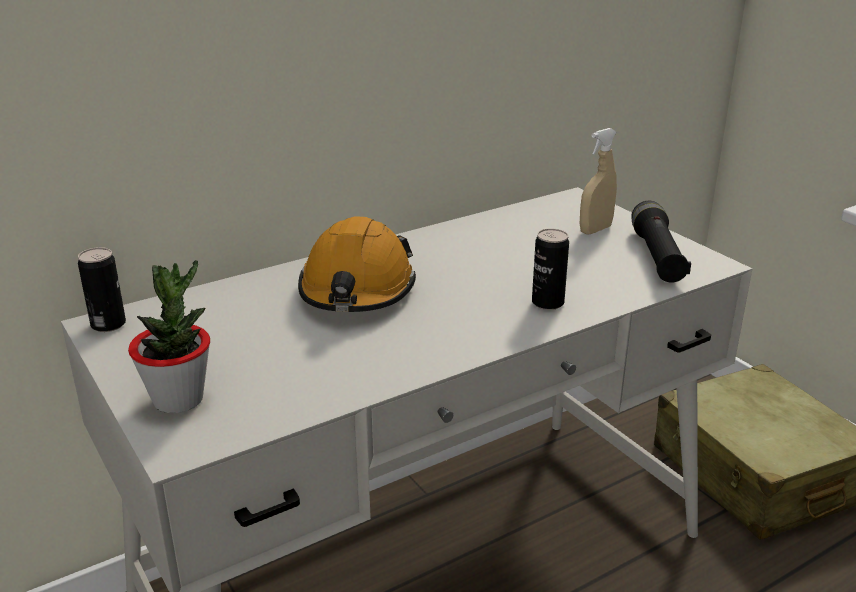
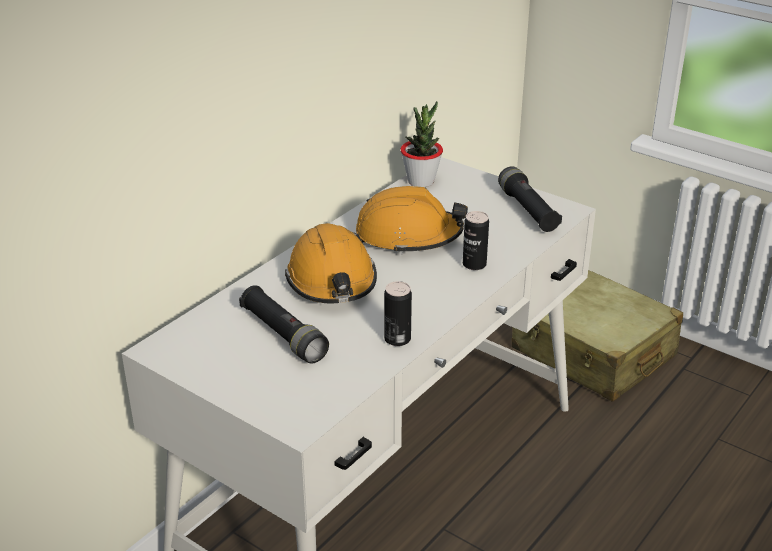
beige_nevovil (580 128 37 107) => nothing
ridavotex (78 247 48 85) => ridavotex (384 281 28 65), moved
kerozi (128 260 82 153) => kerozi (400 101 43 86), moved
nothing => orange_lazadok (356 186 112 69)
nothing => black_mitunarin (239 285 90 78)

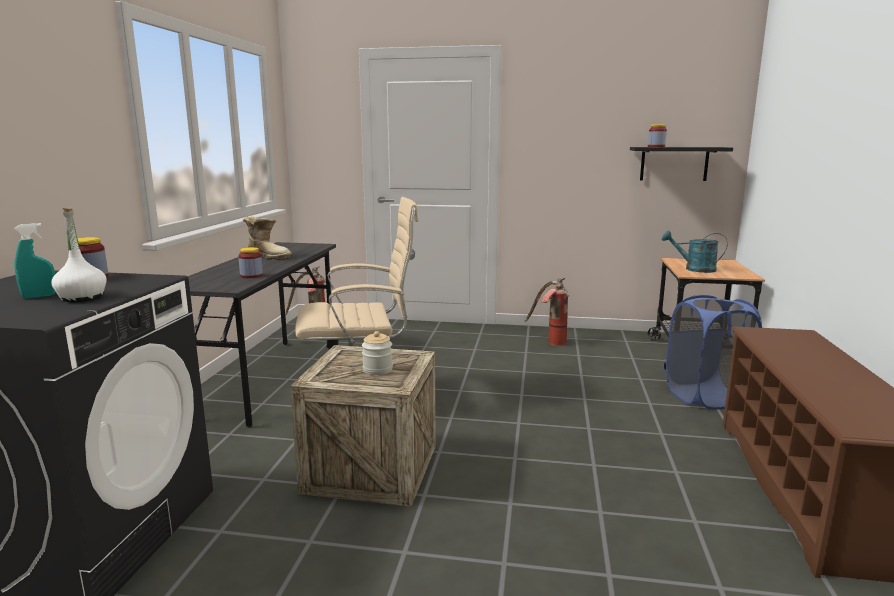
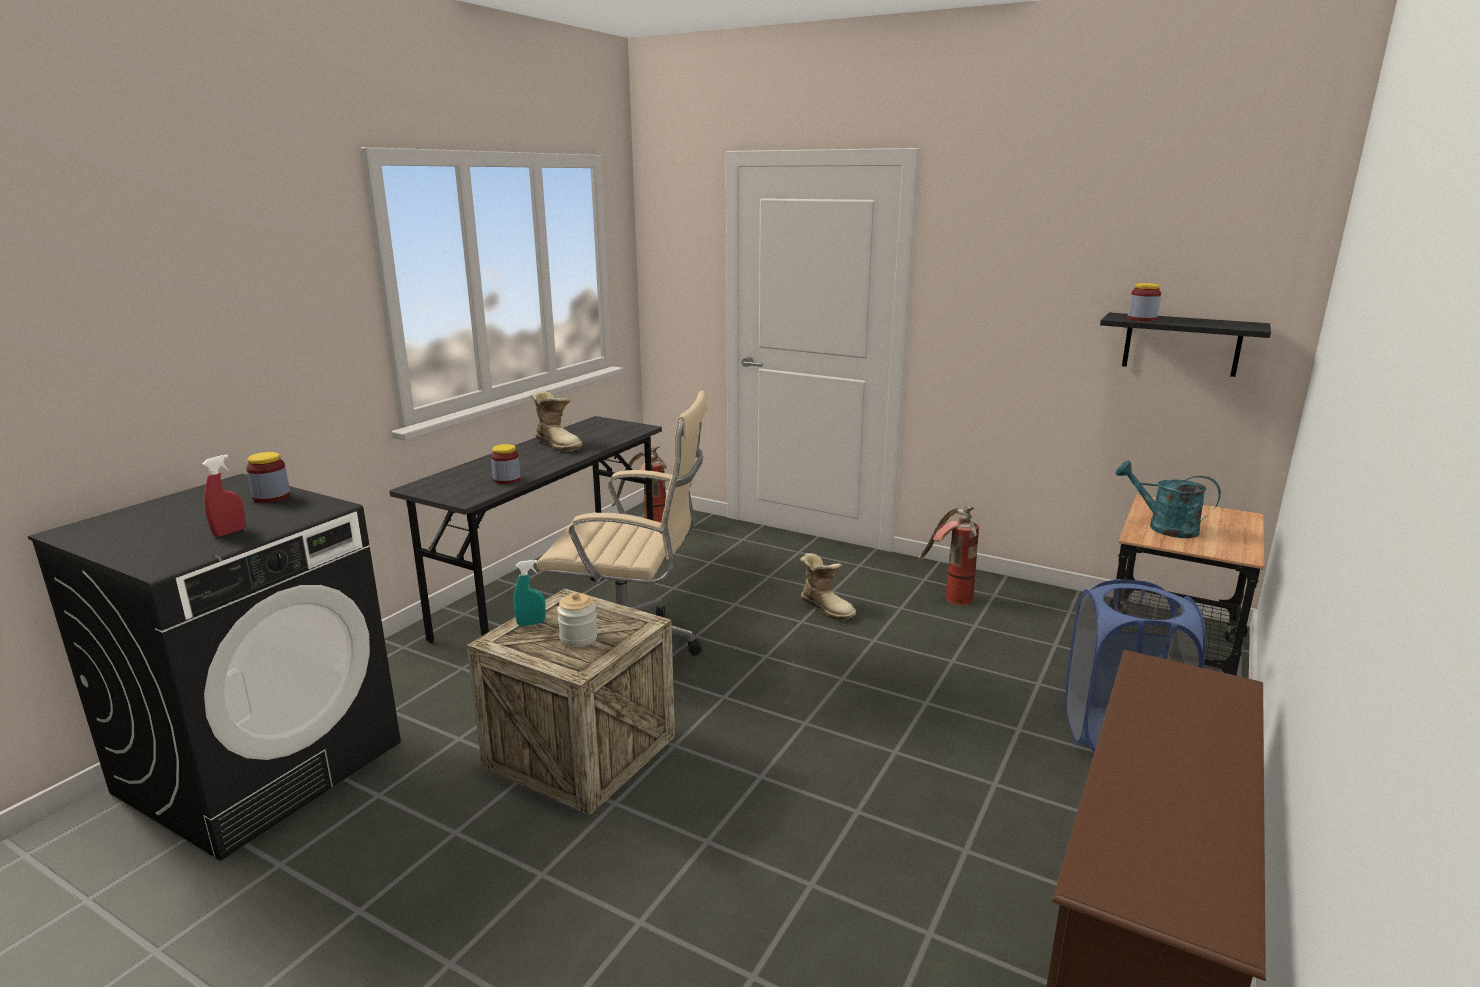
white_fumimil (51 207 56 95) => red_nevovil (202 455 44 82)
turquoise_nevovil (14 223 42 76) => turquoise_nevovil (513 560 33 66), moved
nothing => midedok (800 553 56 69)

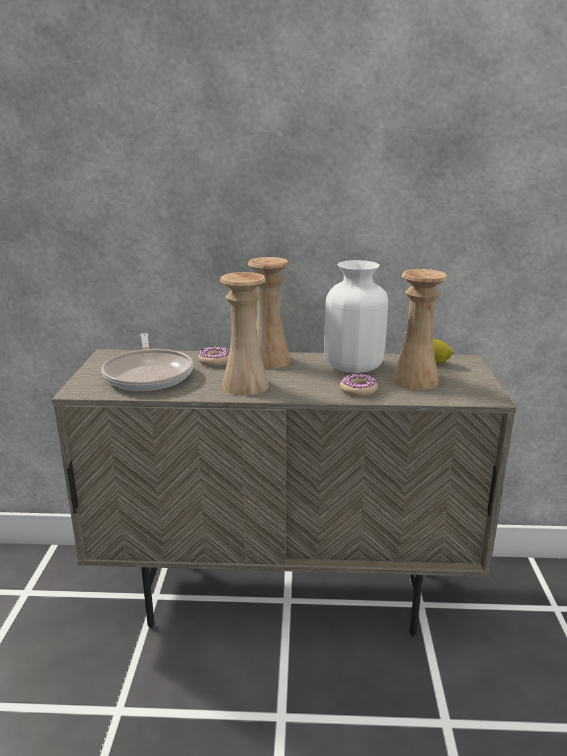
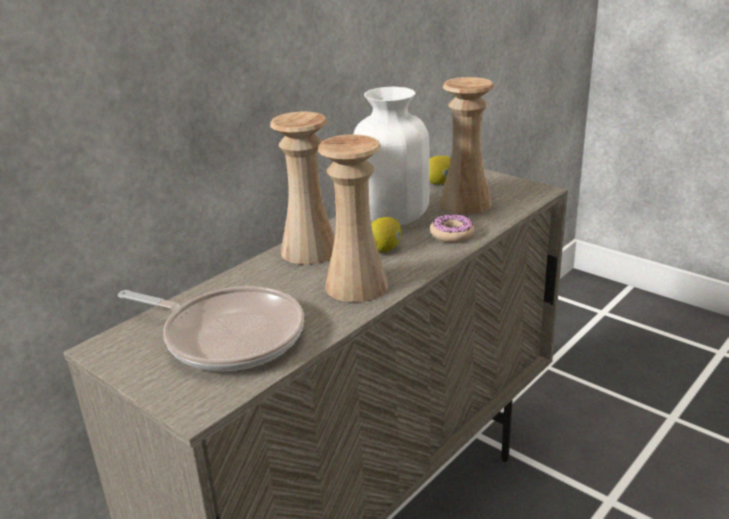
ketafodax (198 346 31 20) => nothing
nothing => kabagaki (371 217 31 36)

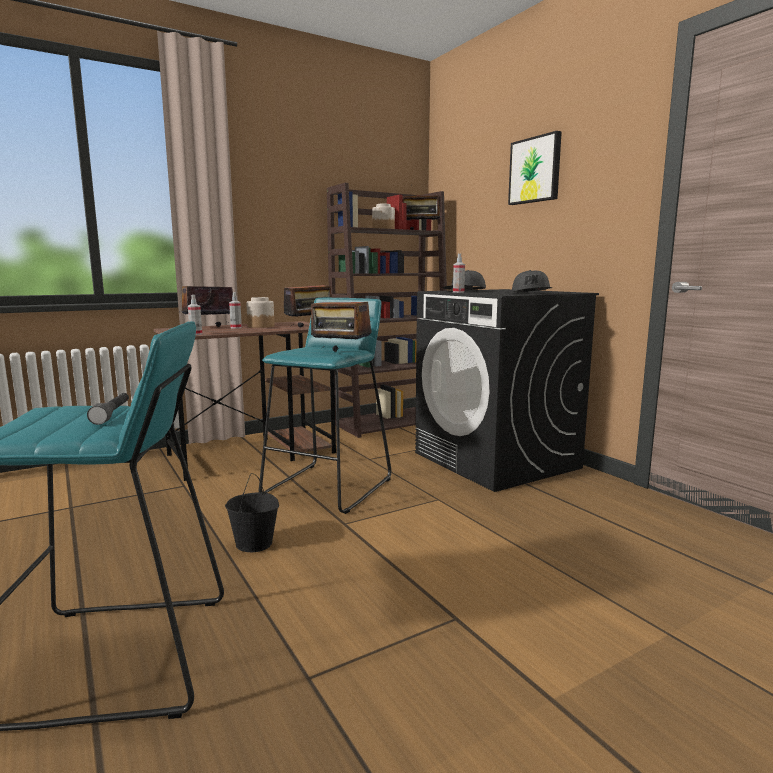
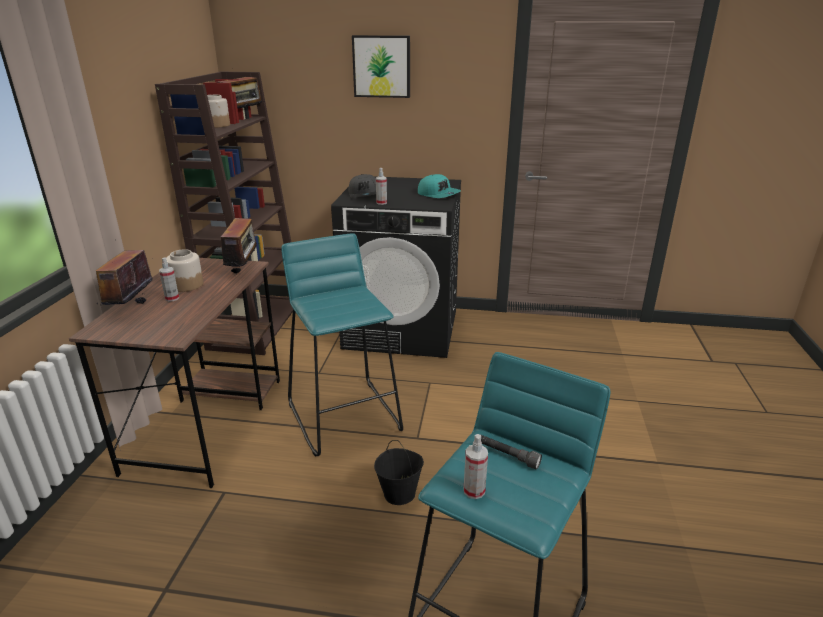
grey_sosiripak (512 270 40 23) => turquoise_sosiripak (418 174 43 24)
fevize (311 287 61 65) => nothing
nevovil (188 295 14 40) => nevovil (464 434 24 65), moved

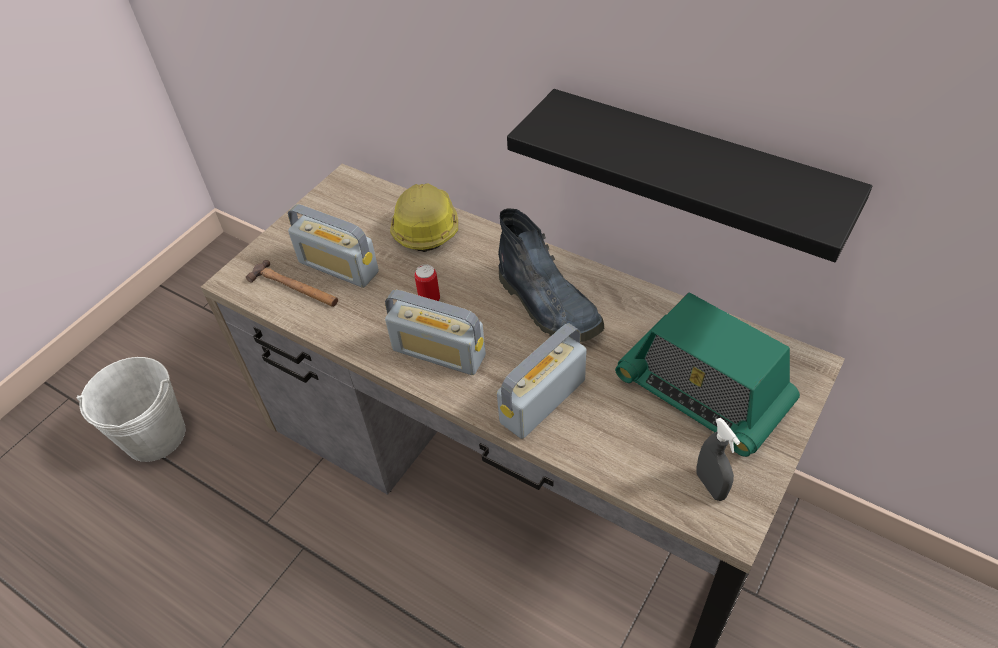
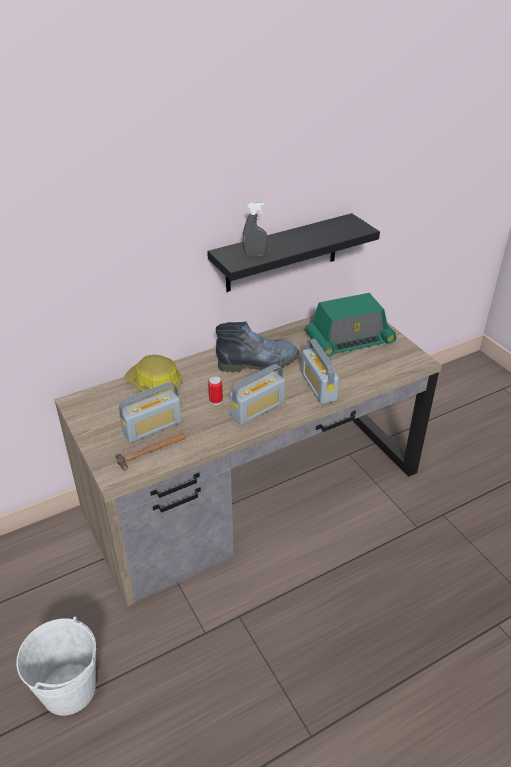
grey_nevovil (696 418 44 83) => grey_nevovil (243 203 25 53), moved

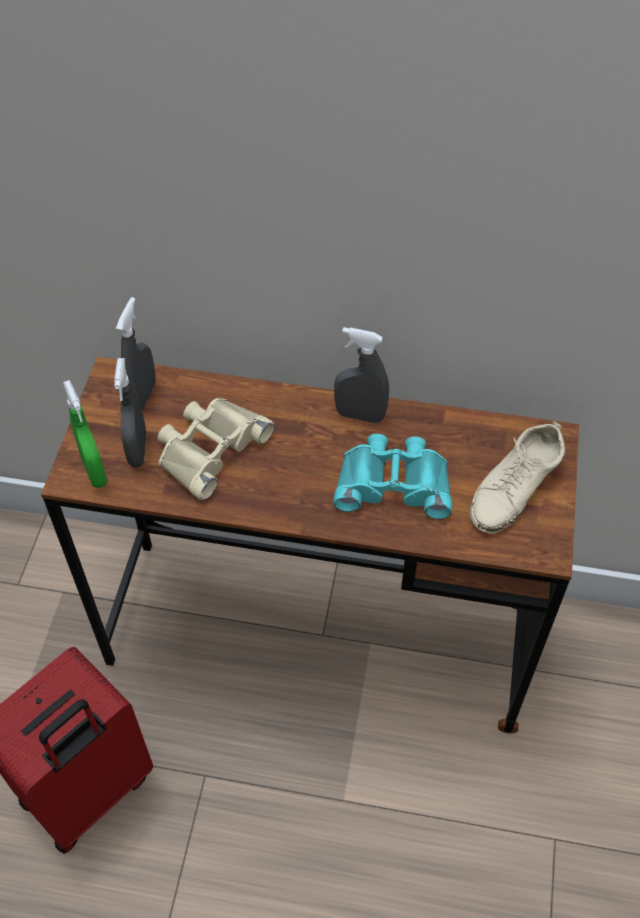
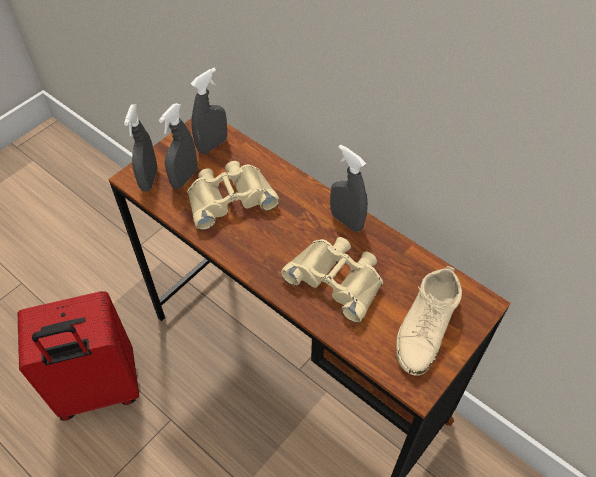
green_nevovil (63 380 44 108) => grey_nevovil (124 104 33 88)
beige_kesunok (470 422 95 112) => beige_kesunok (396 266 66 110), 45 degrees counterclockwise
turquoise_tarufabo (333 434 119 85) => beige_tarufabo (281 237 102 86)

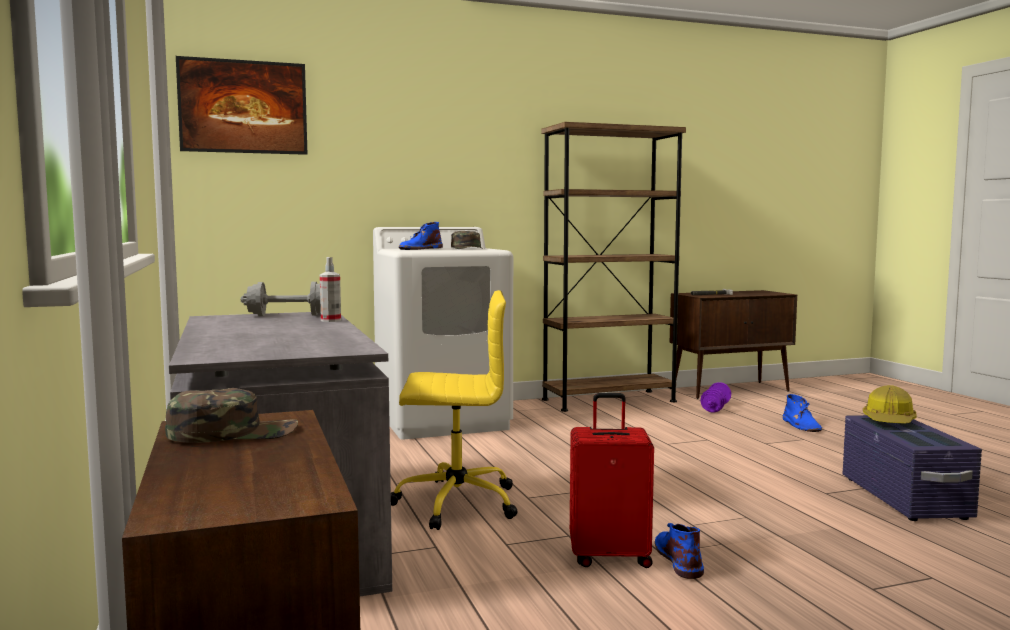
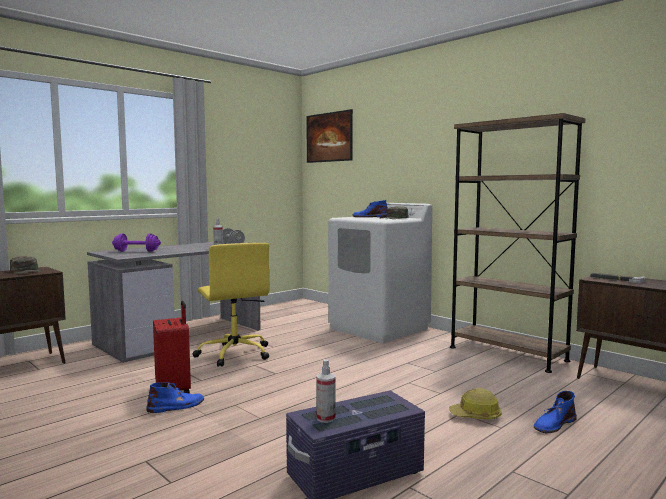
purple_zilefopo (700 382 31 31) => purple_zilefopo (112 234 49 18), moved
lazadok (863 385 54 39) => lazadok (449 388 53 31), moved
nothing => nevovil (316 359 19 64)

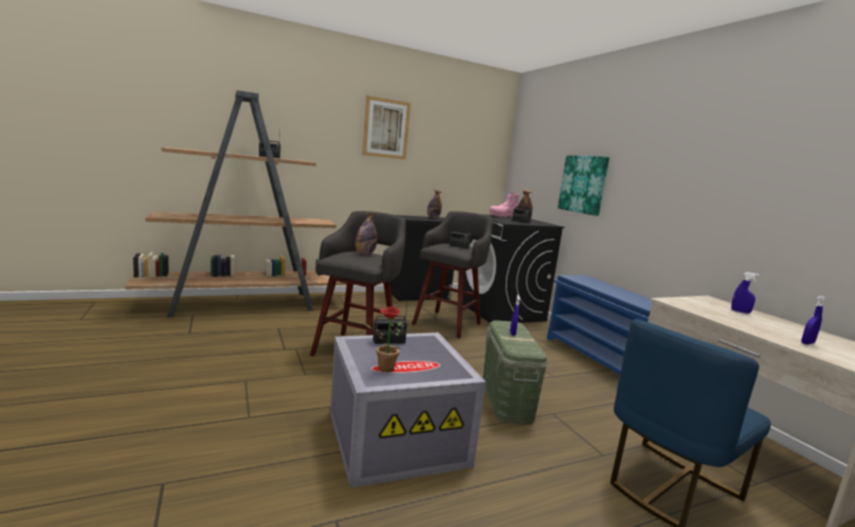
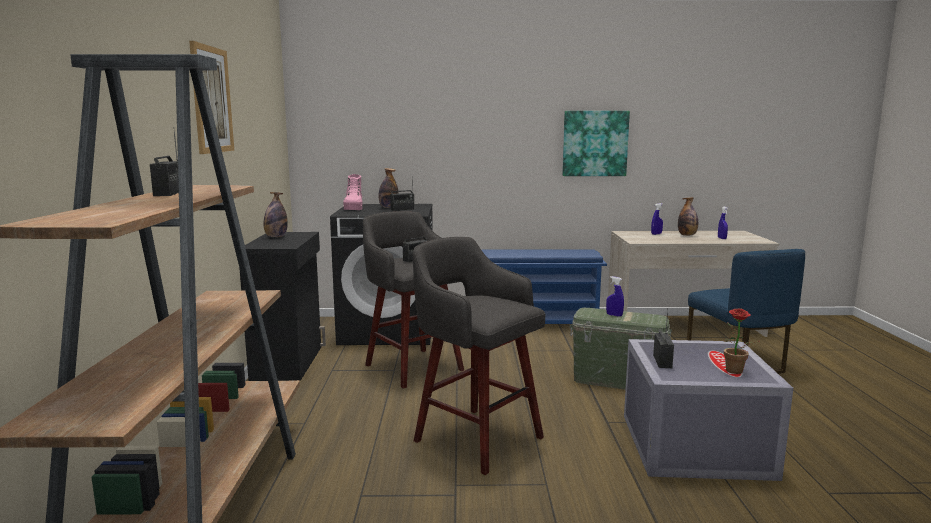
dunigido (558 155 52 61) => dunigido (562 111 68 65), moved
fumimil (355 212 22 42) => fumimil (678 197 20 39), moved

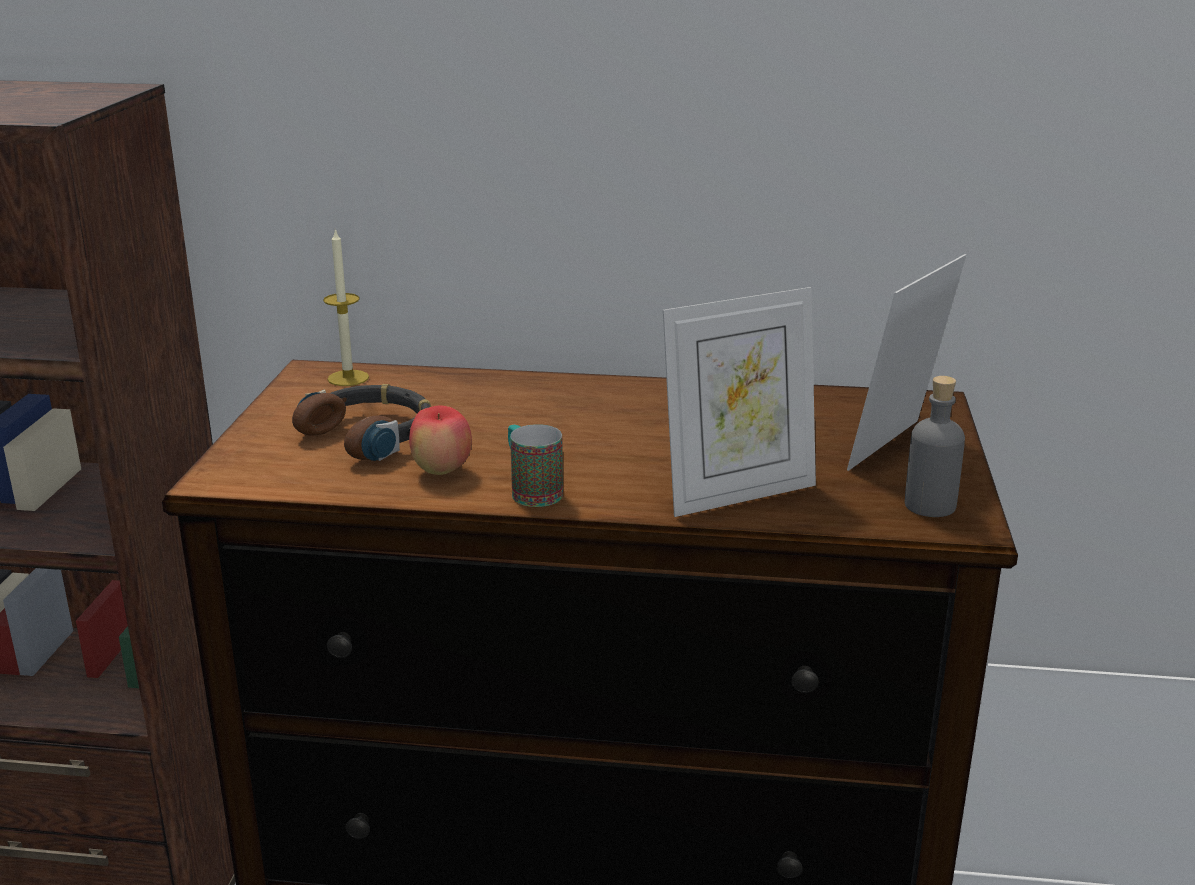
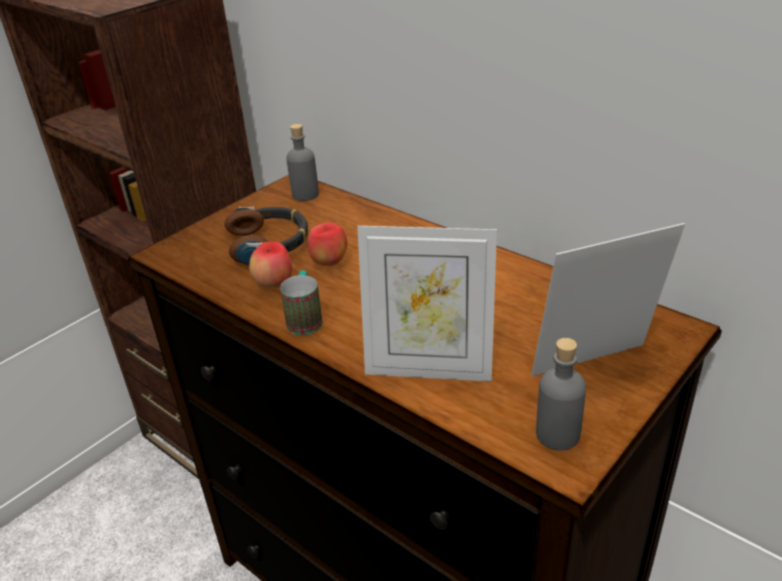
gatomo (323 229 46 157) => grey_fumimil (286 124 33 77)
nothing => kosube (307 223 40 43)

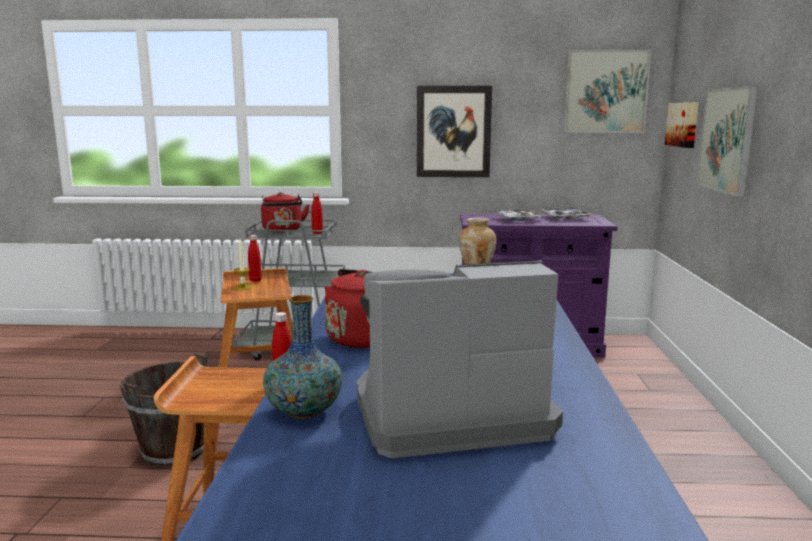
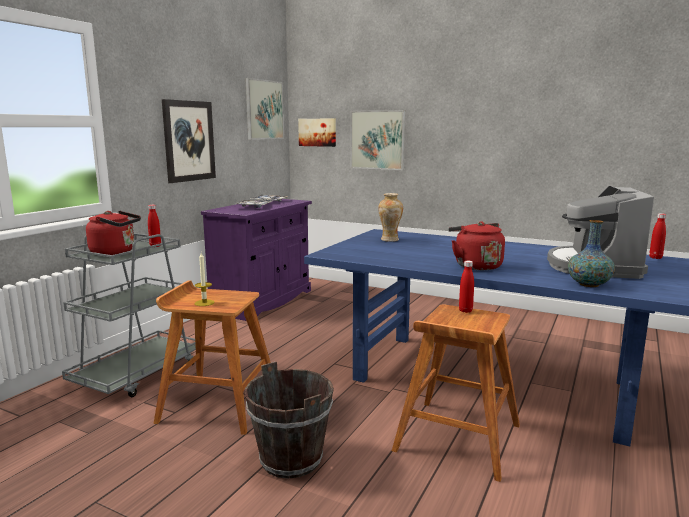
red_fumimil (248 235 14 47) => red_fumimil (649 213 17 46), moved

